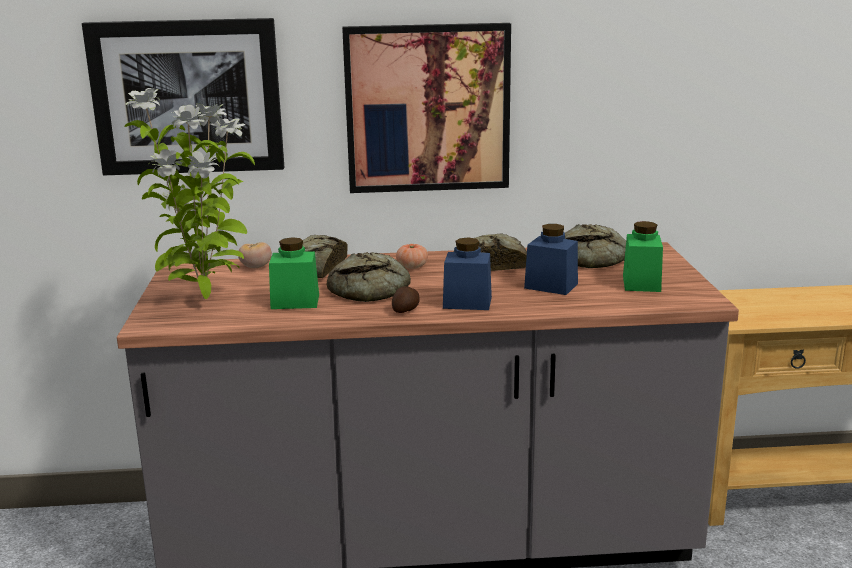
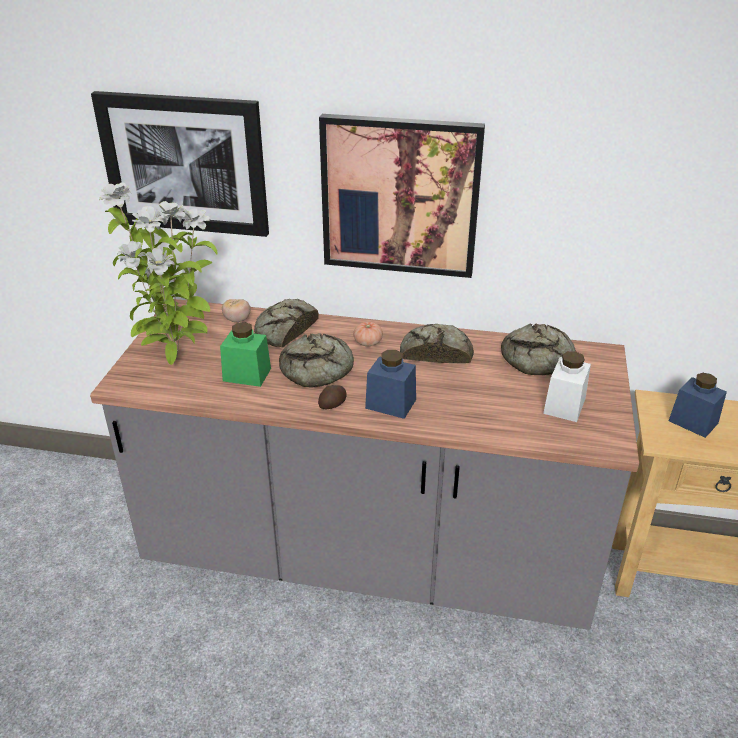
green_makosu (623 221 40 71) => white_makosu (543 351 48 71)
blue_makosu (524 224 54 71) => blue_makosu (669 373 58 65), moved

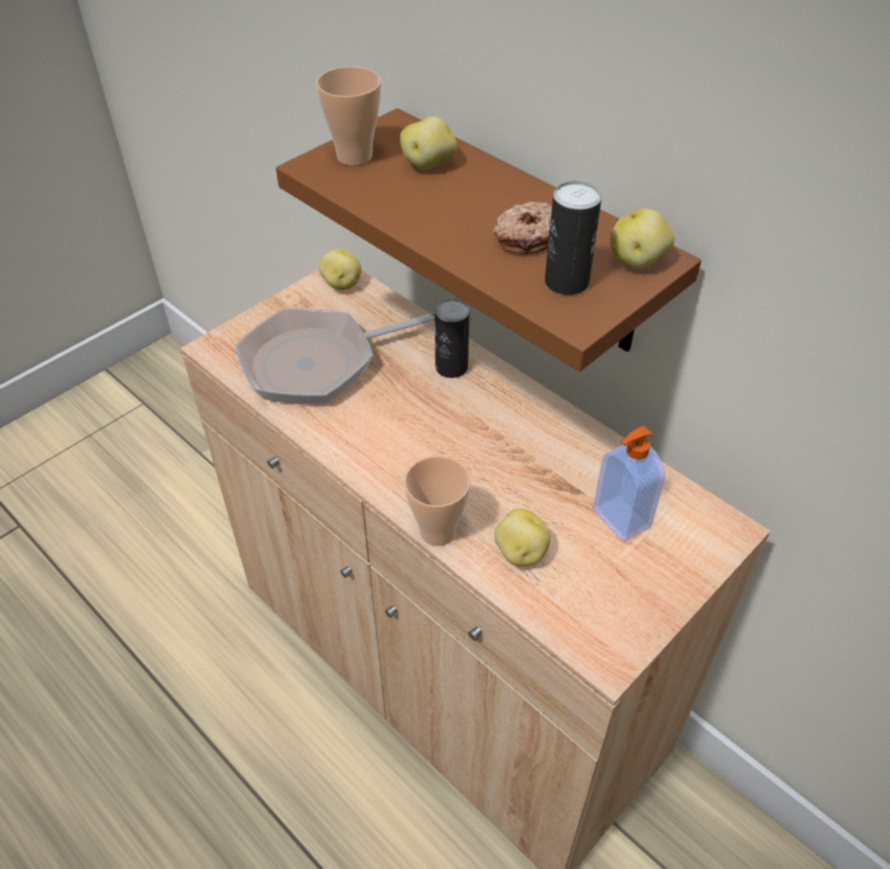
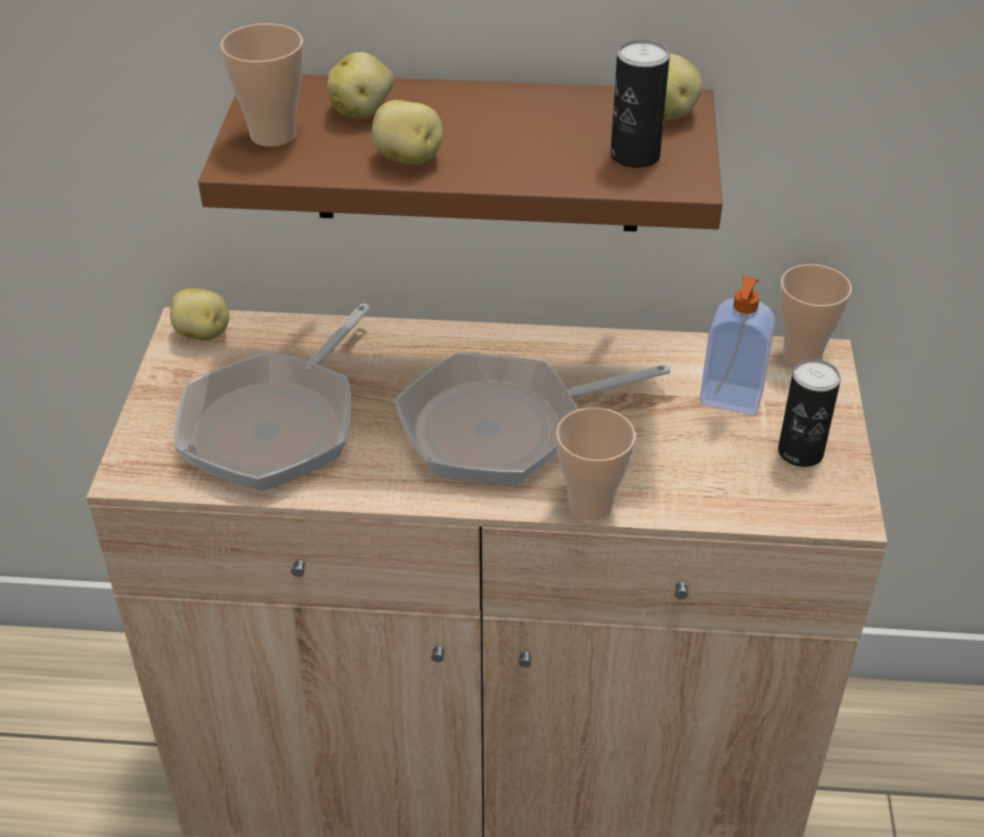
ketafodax (493 202 59 53) => nothing
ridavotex (435 299 34 79) => ridavotex (778 359 63 108), moved
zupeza (494 508 57 58) => zupeza (372 100 71 64), moved
nothing => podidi (780 264 72 101)
nothing => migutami (395 353 275 132)

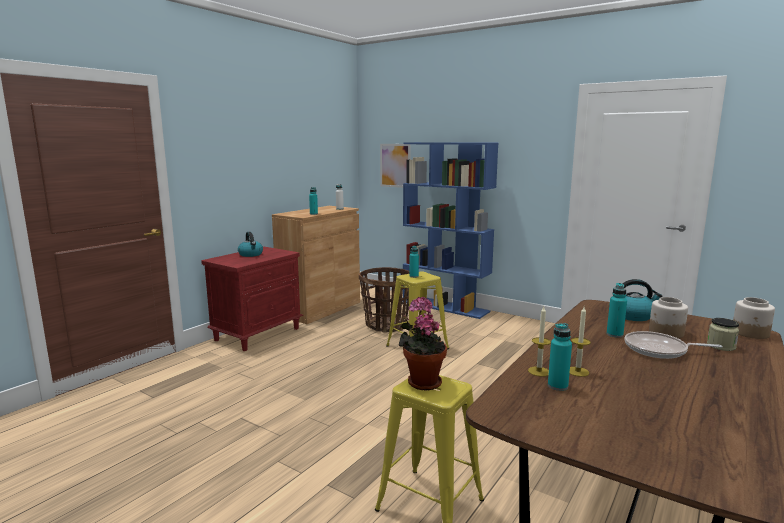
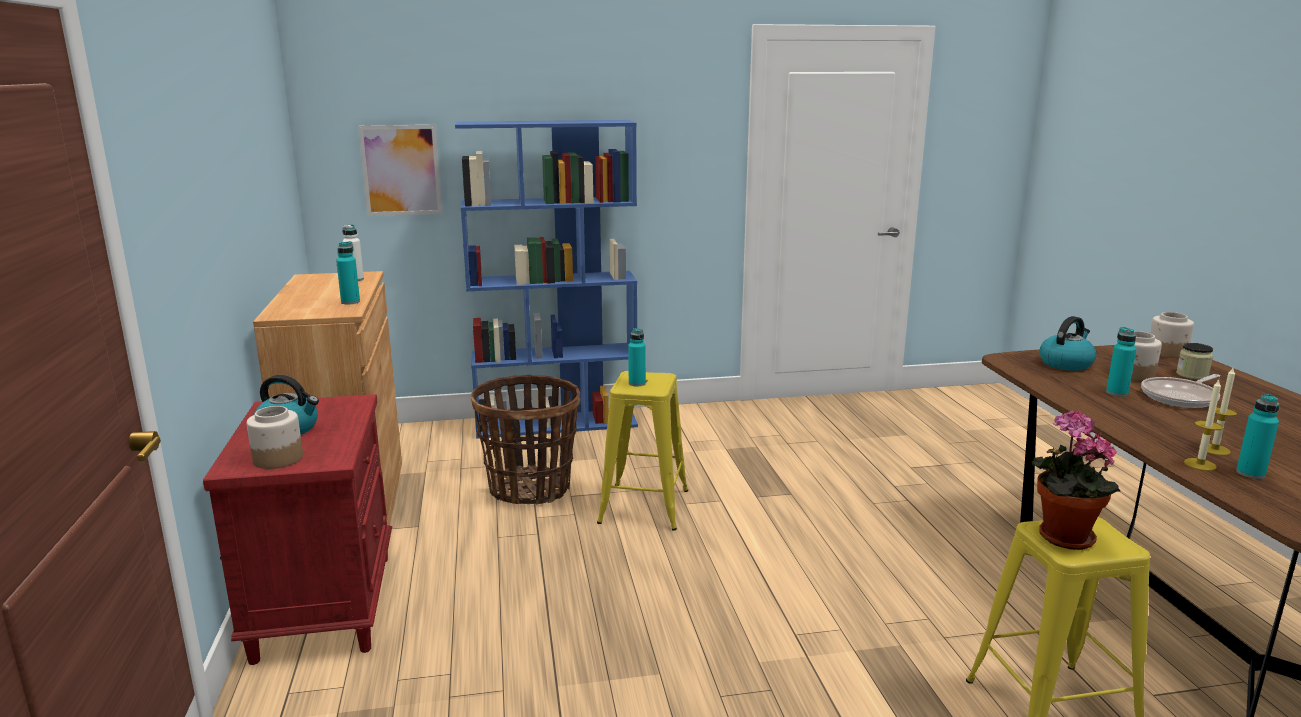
nothing => makosu (247 406 56 63)

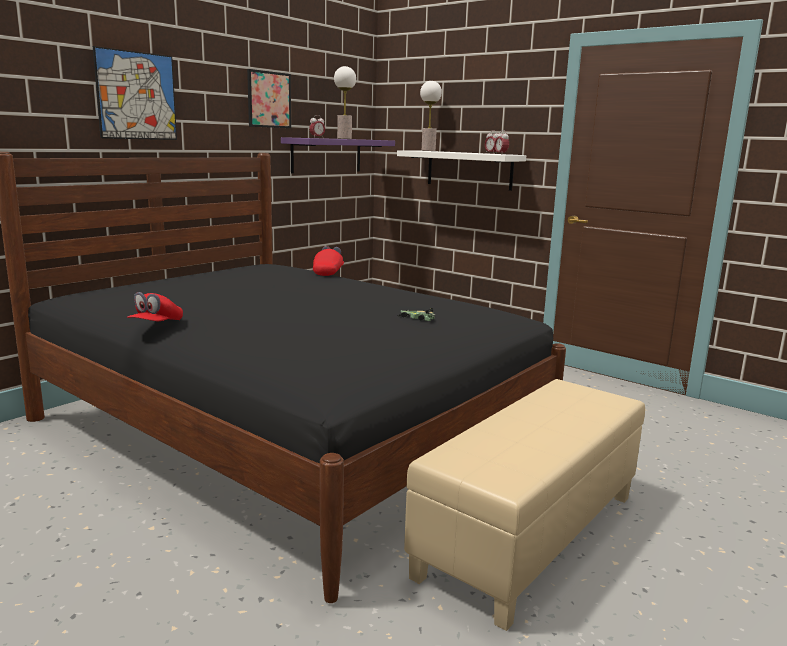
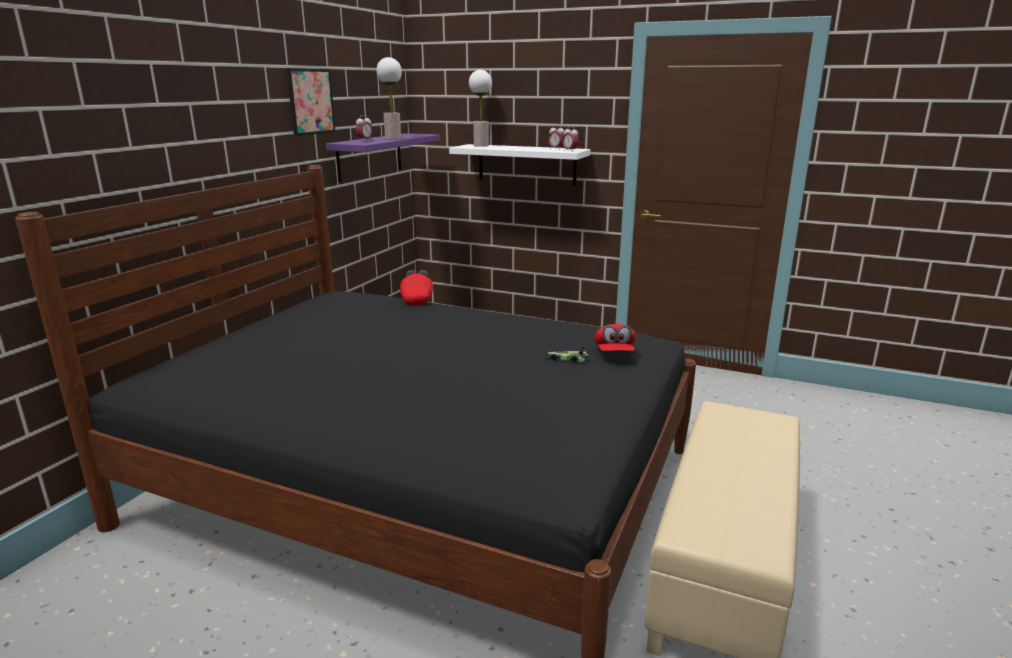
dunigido (93 46 84 94) => nothing
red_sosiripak (127 292 56 29) => red_sosiripak (594 324 42 27), moved

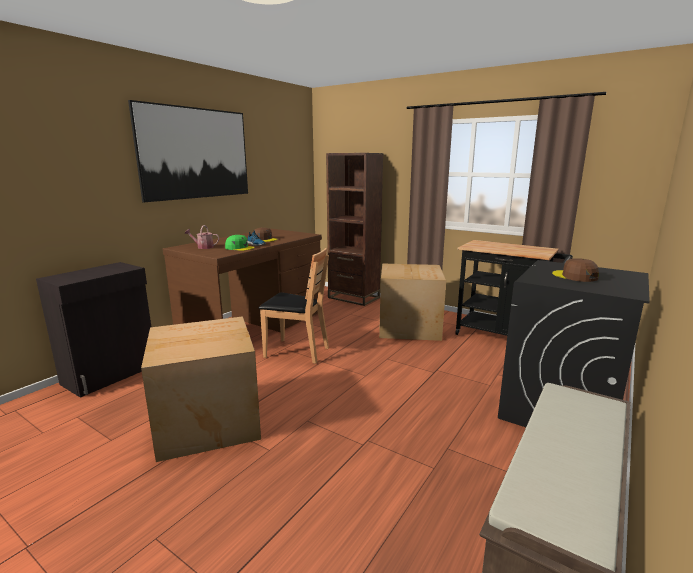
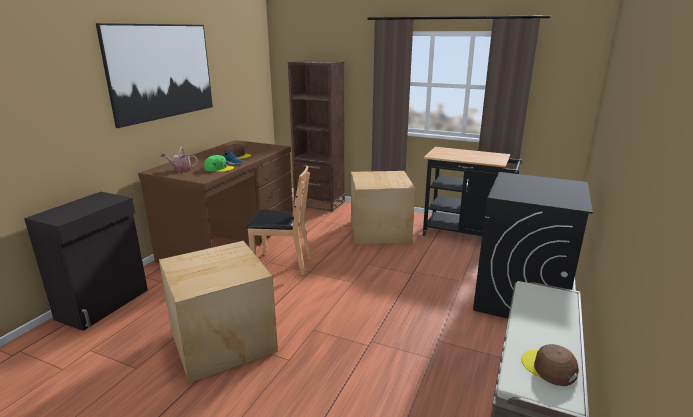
brown_sosiripak (552 258 47 24) => brown_sosiripak (521 344 58 42), moved

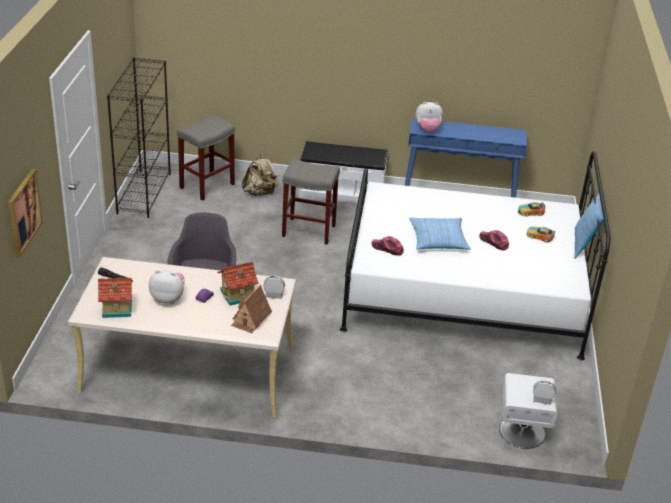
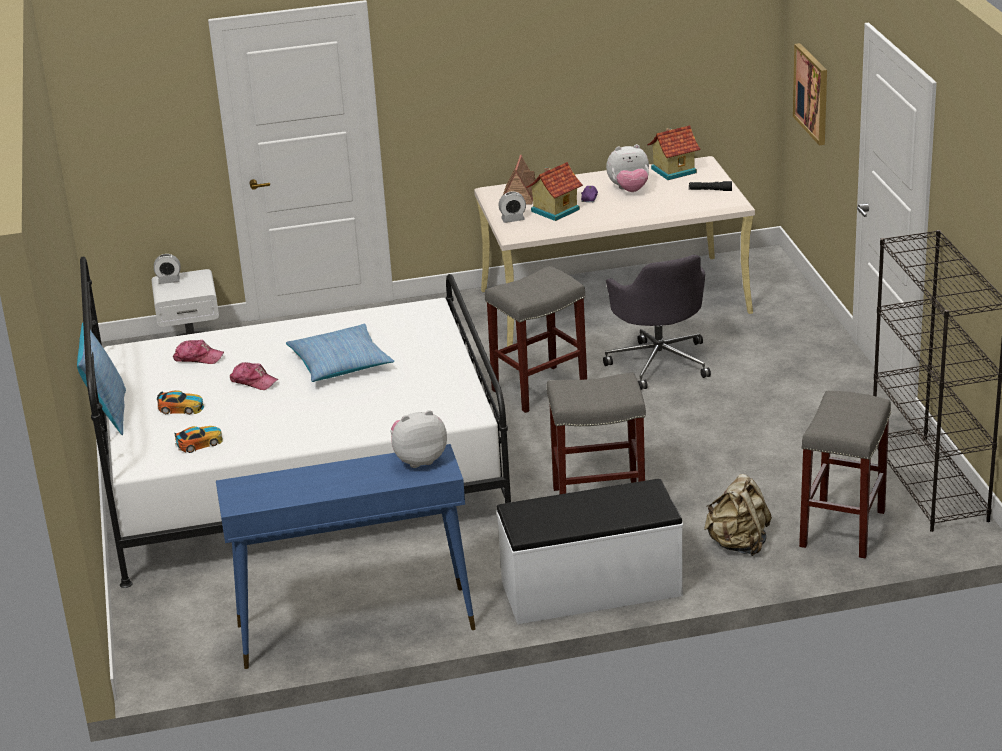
sosiripak (372 236 32 20) => sosiripak (173 340 51 24), moved
nothing => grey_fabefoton (485 266 102 147)

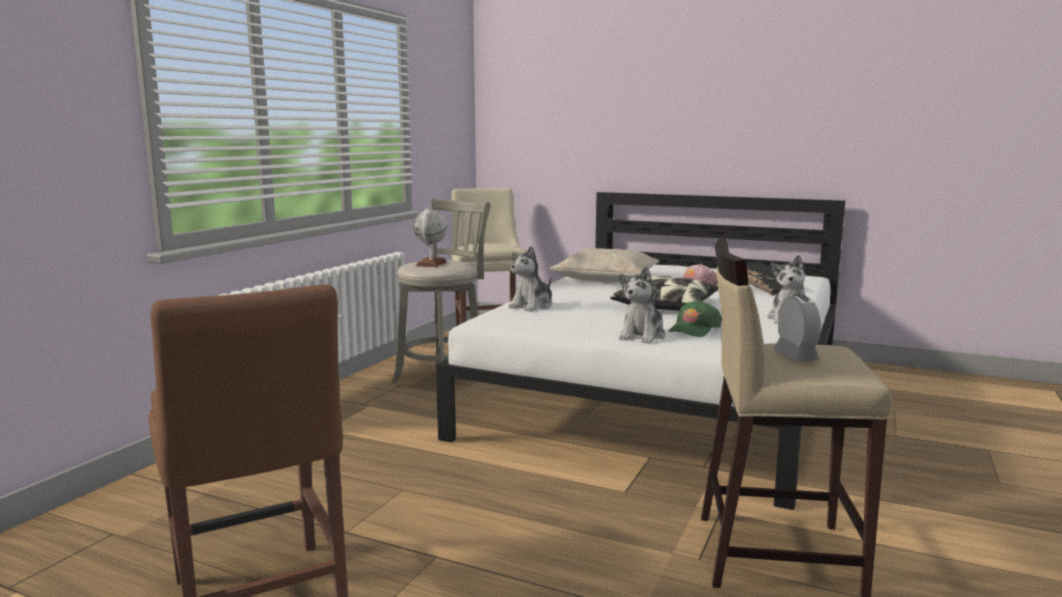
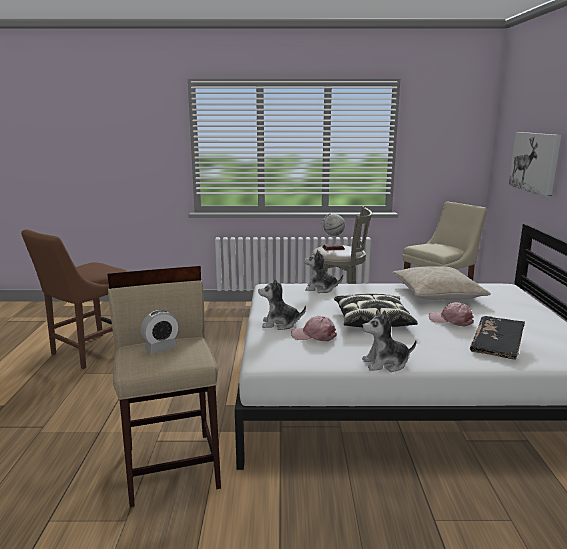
green_sosiripak (669 300 53 37) => pink_sosiripak (291 316 46 25)
nothing => dunigido (509 132 52 65)

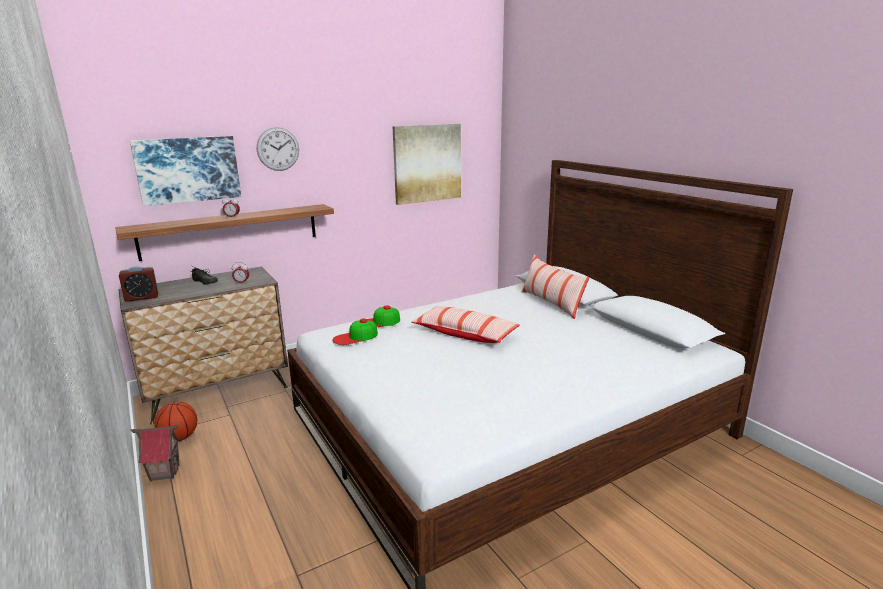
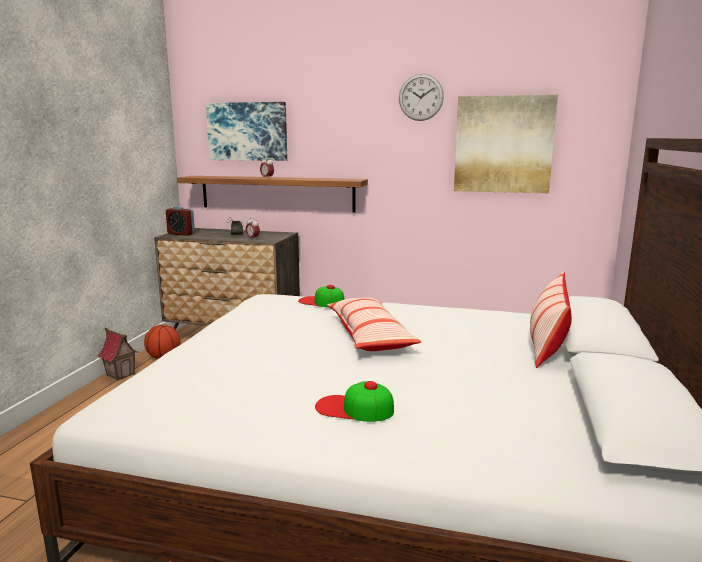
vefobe (257 127 42 44) => vefobe (399 74 45 47), moved
sosiripak (333 319 45 26) => sosiripak (315 381 79 41), moved

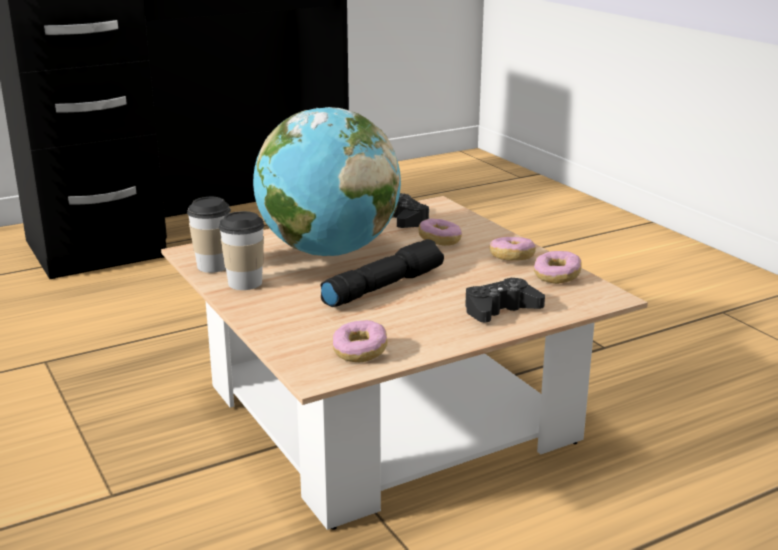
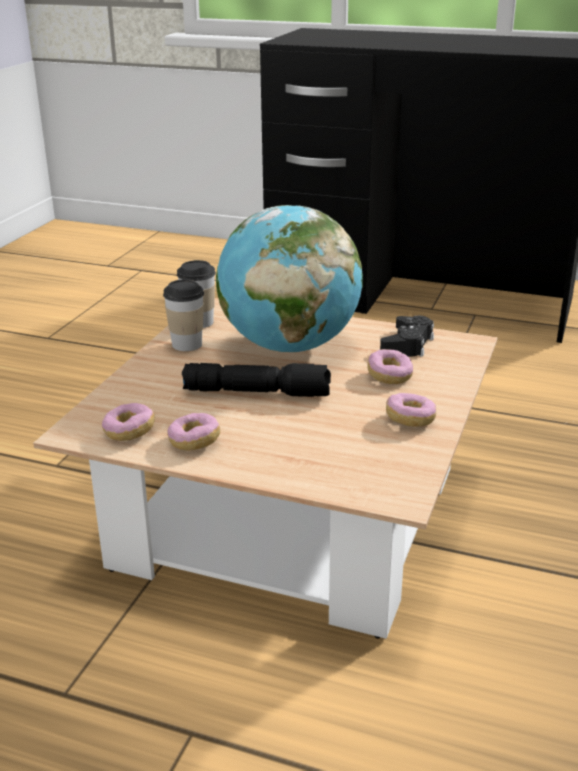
ketafodax (534 251 48 33) => ketafodax (167 413 53 38), moved
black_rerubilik (465 277 80 45) => nothing

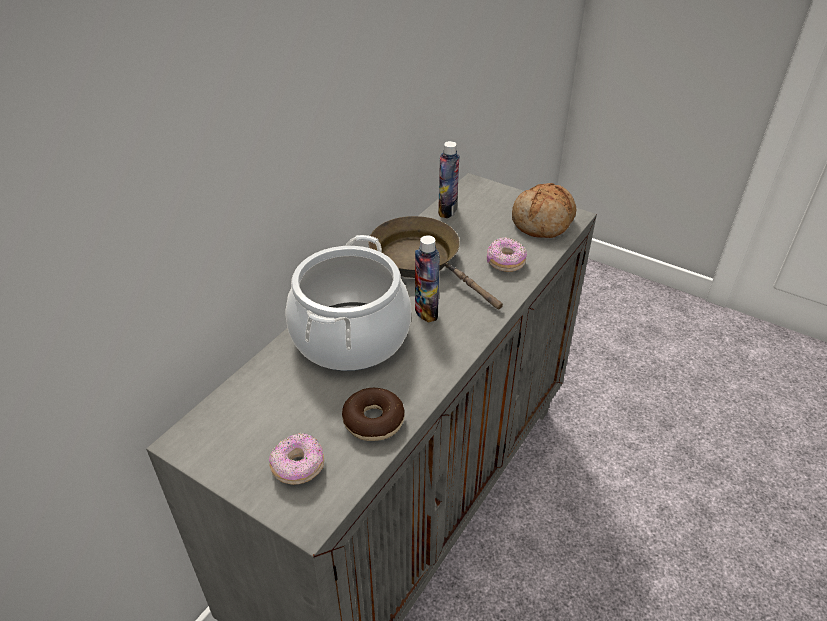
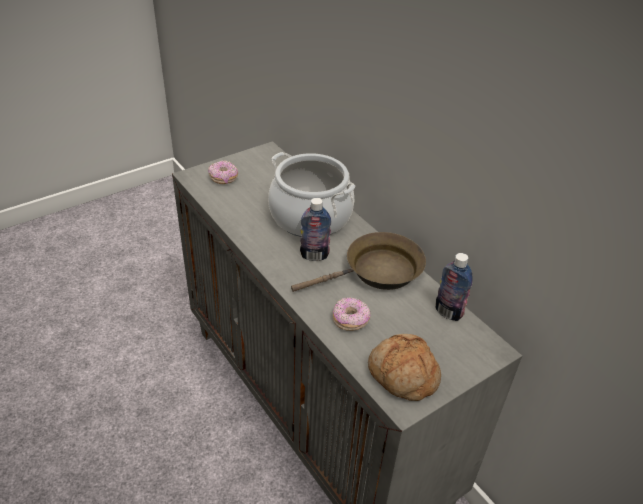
ketafodax (342 388 63 53) => nothing

